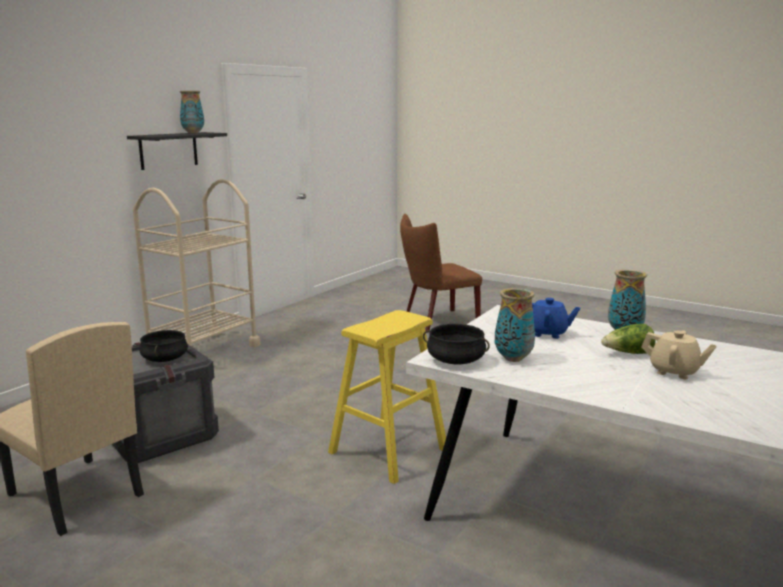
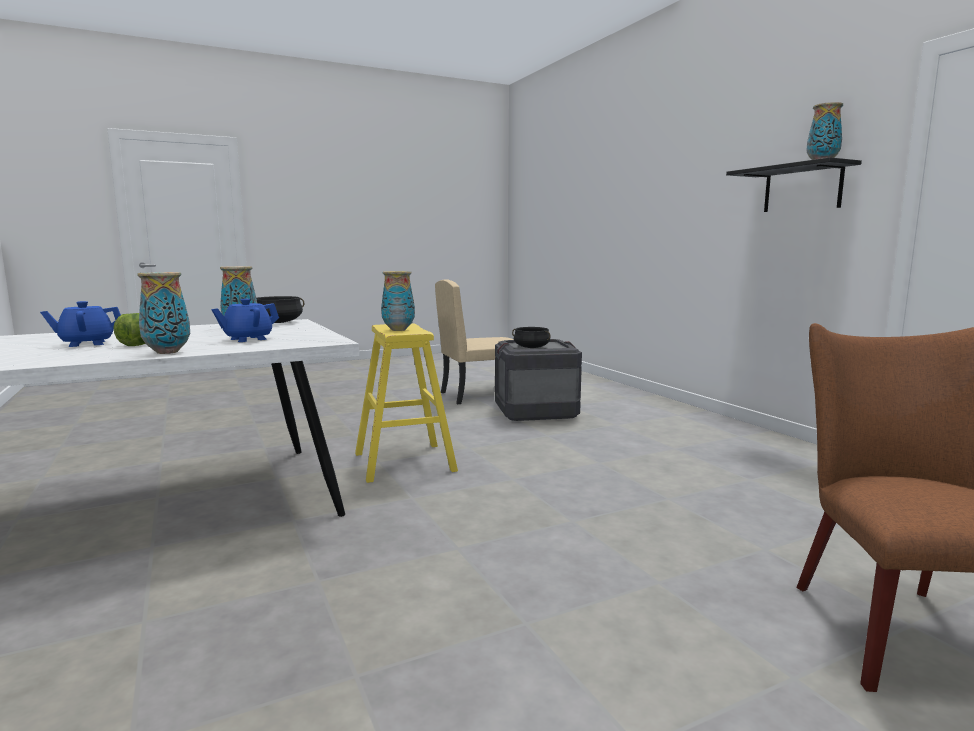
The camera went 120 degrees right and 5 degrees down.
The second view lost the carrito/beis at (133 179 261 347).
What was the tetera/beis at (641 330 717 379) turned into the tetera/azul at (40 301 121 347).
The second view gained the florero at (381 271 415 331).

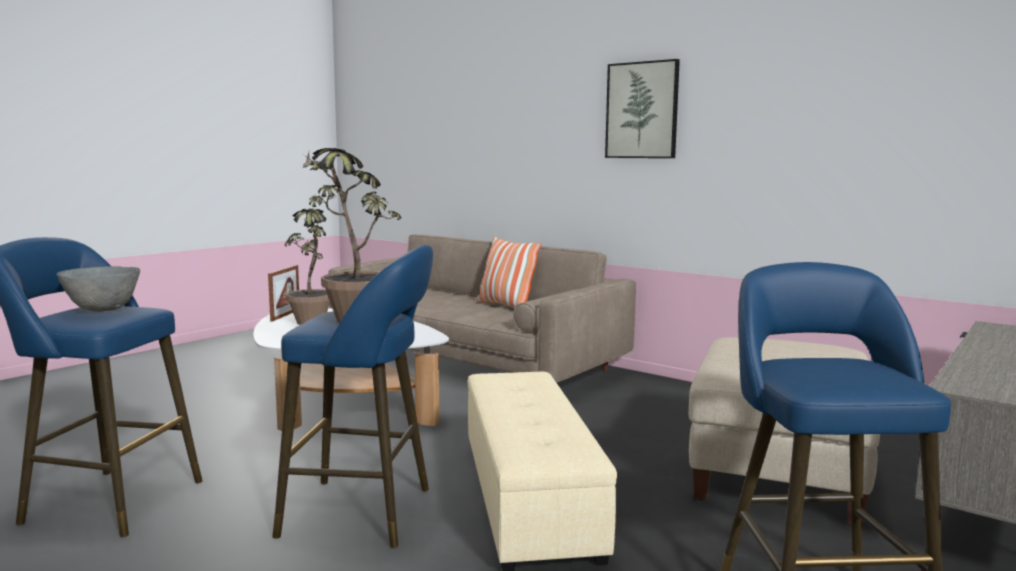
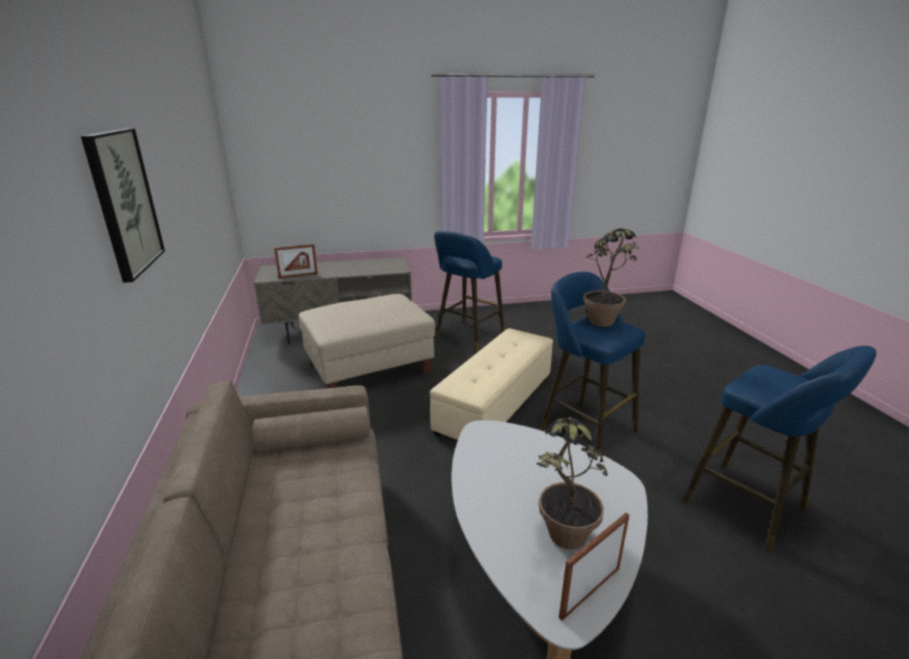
The camera went 140 degrees left and 15 degrees up.
The second view lost the cojín at (477 236 541 307).
The second view lost the cuenco/gris at (56 266 140 312).
The second view gained the portarretratos at (274 244 318 279).

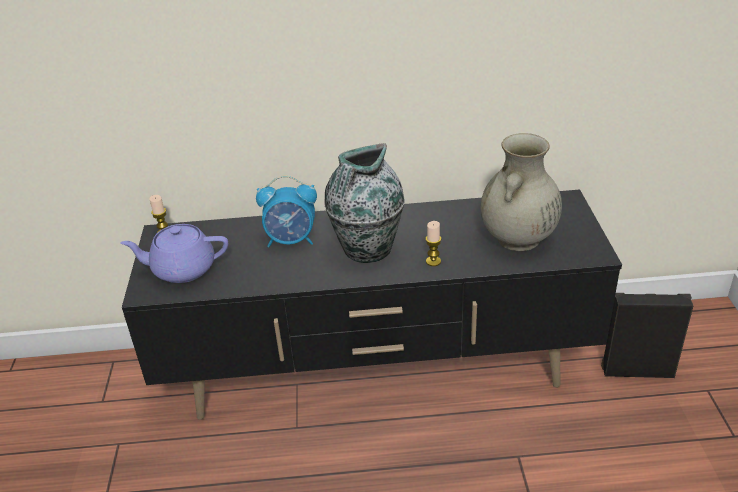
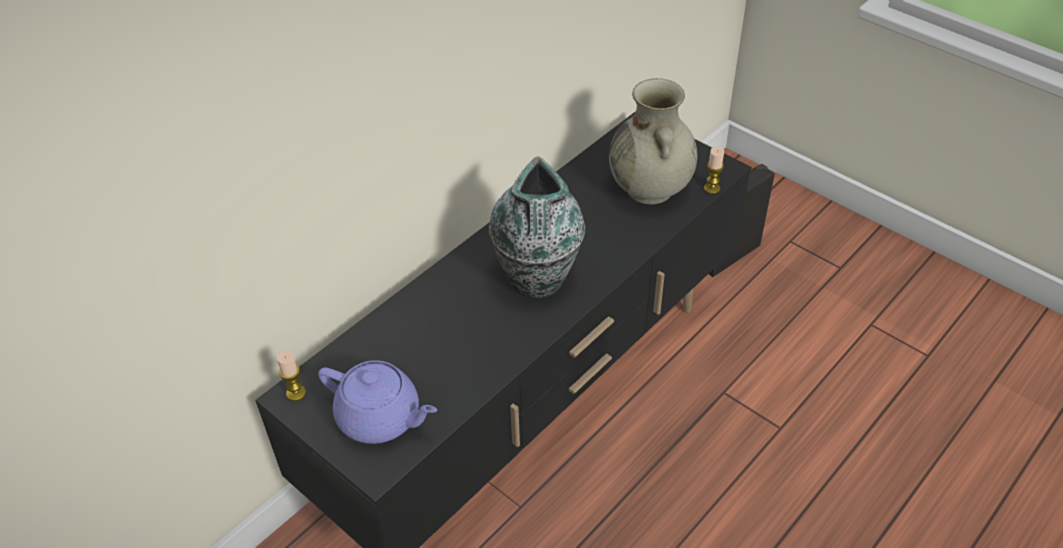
The camera went 45 degrees left and 10 degrees up.
The second view lost the despertador at (256 175 317 248).
The vela ended up elsewhere, having gone from (426 221 441 266) to (704 146 724 194).
The tetera/morado at (120 224 228 283) ended up facing another way, 105 degrees counterclockwise from before.

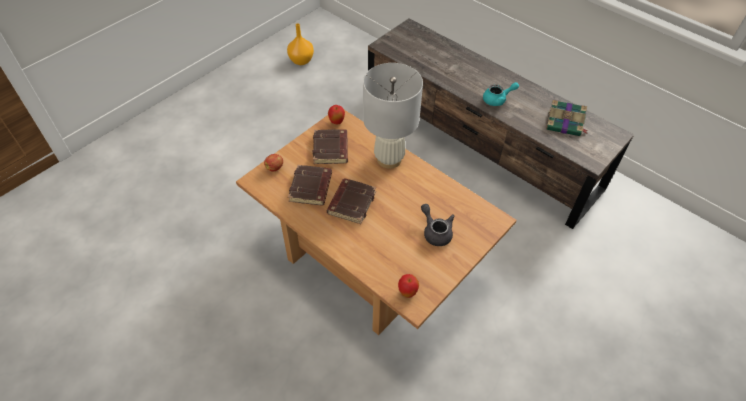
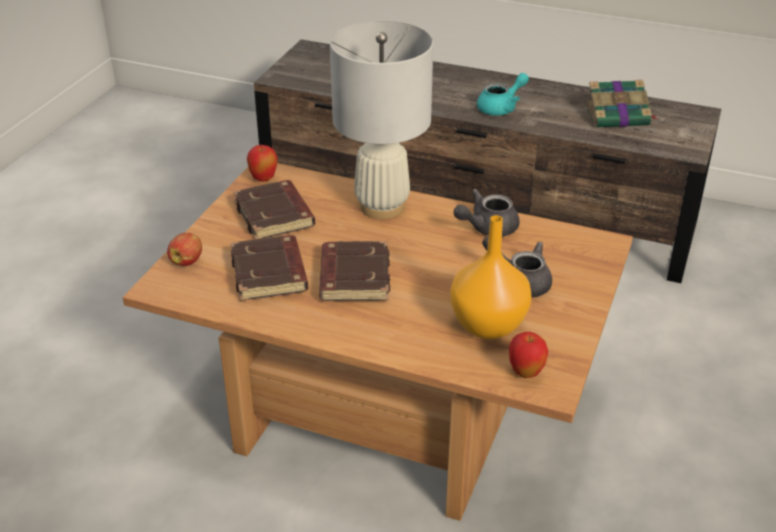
The camera went 20 degrees left and 15 degrees down.
The florero/naranja ended up elsewhere, having gone from (287 23 314 65) to (450 215 532 339).
The second view gained the tetera/gris at (454 189 519 237).

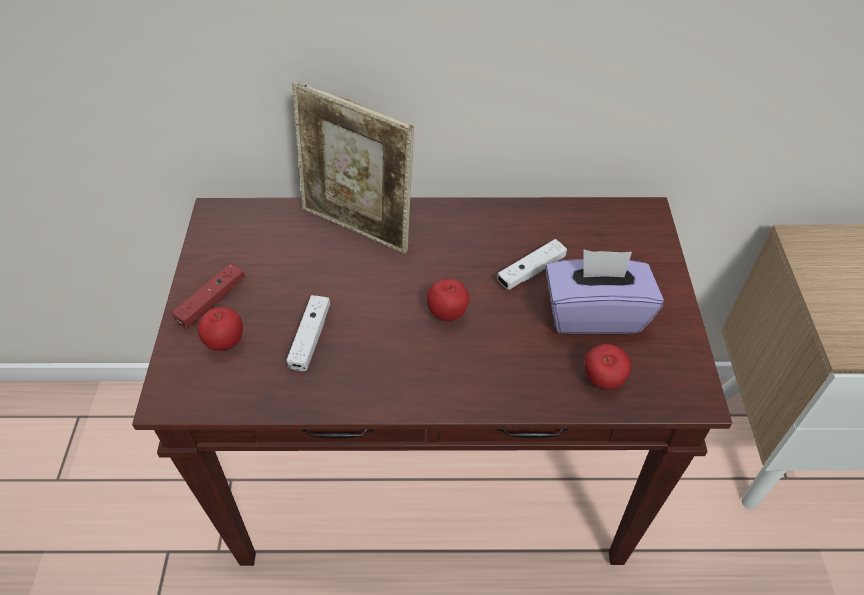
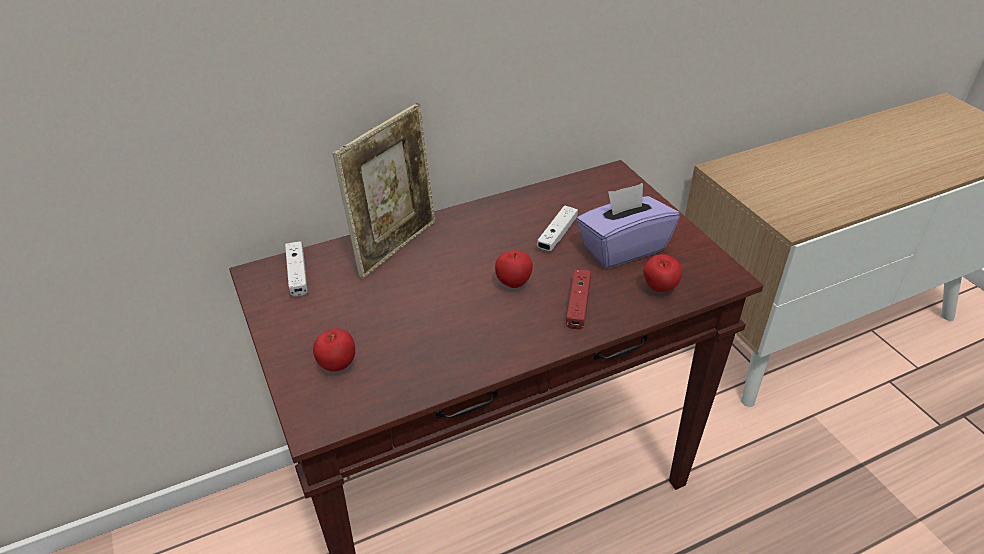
The camera went 25 degrees left and 10 degrees down.
The portarretratos at (292 81 414 254) ended up facing another way, 60 degrees counterclockwise from before.
The mando de consola/rojo ended up elsewhere, having gone from (172 263 245 329) to (566 269 591 329).
The mando de consola/blanco ended up elsewhere, having gone from (287 295 330 371) to (285 241 307 297).

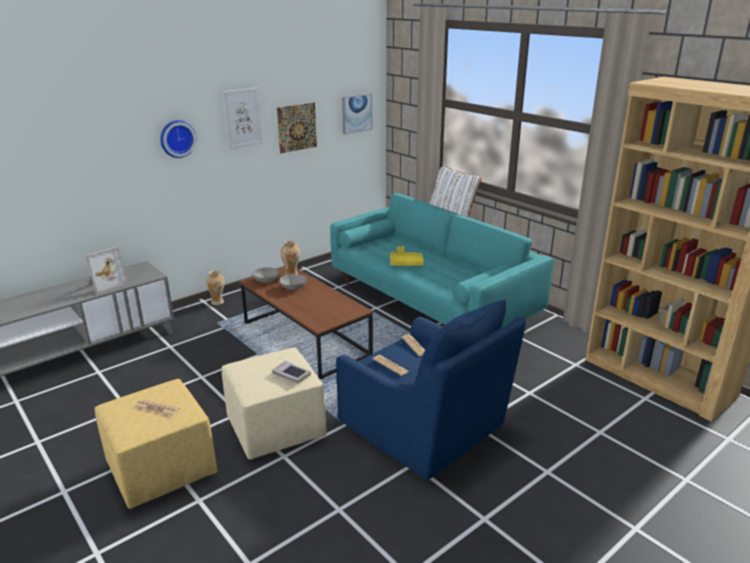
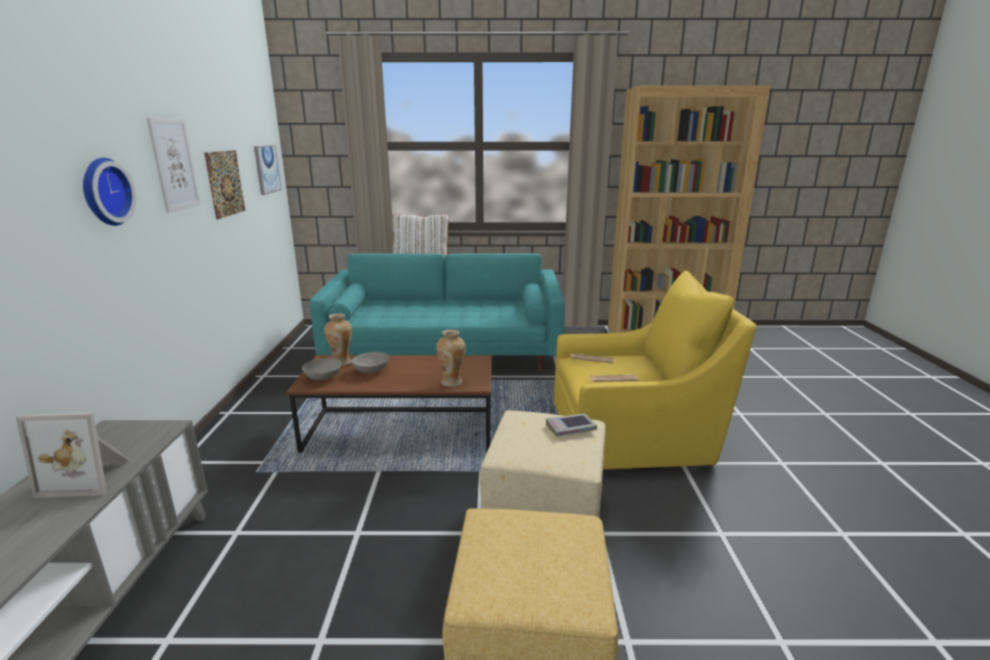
The camera went 50 degrees left and 5 degrees down.
The portarretratos at (85 246 128 295) ended up facing another way, 90 degrees clockwise from before.
The second view lost the bandeja/amarillo at (390 246 424 266).
The florero ended up elsewhere, having gone from (206 270 225 305) to (436 330 466 387).
What was the sillón/azul at (336 299 526 479) turned into the sillón/amarillo at (554 270 756 470).
The second view lost the periódico at (134 399 180 417).

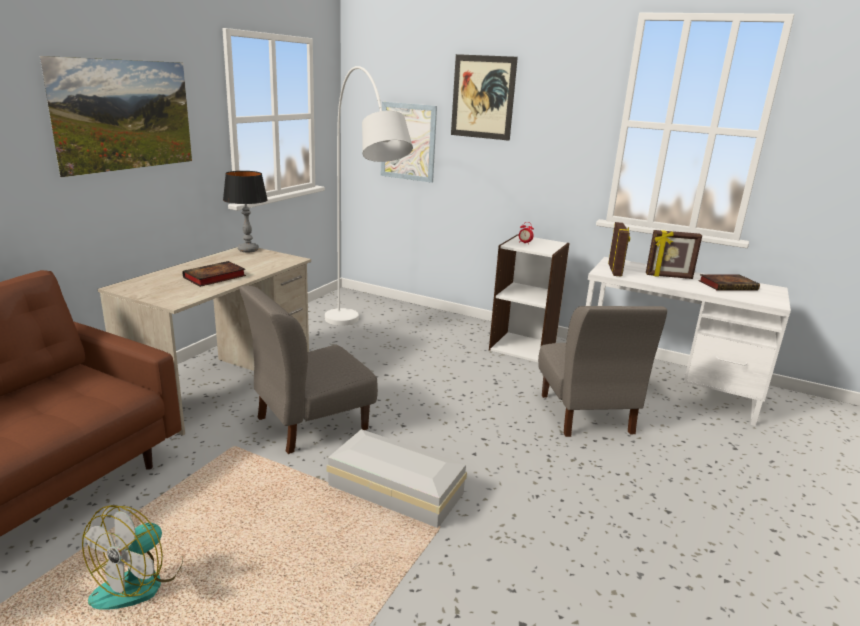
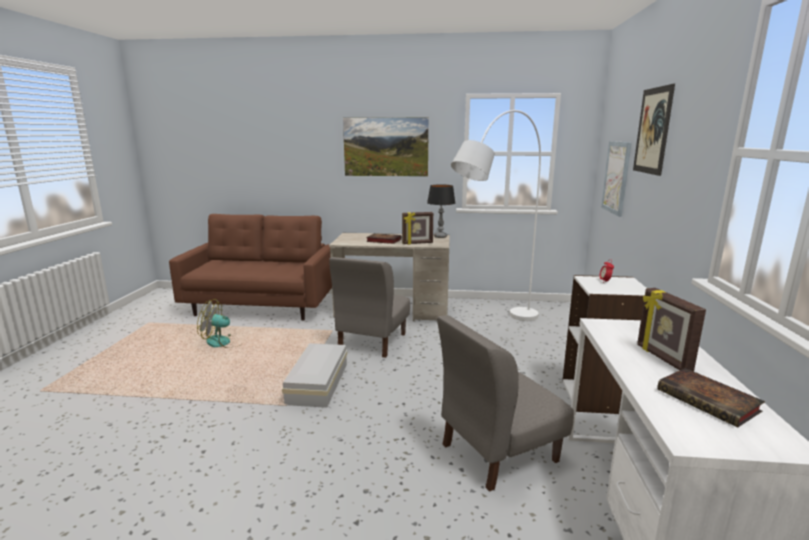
The camera went 70 degrees right and 5 degrees down.
The portarretratos ended up elsewhere, having gone from (608 222 630 277) to (402 212 433 244).
The silla/gris at (240 286 378 454) ended up facing another way, 105 degrees counterclockwise from before.

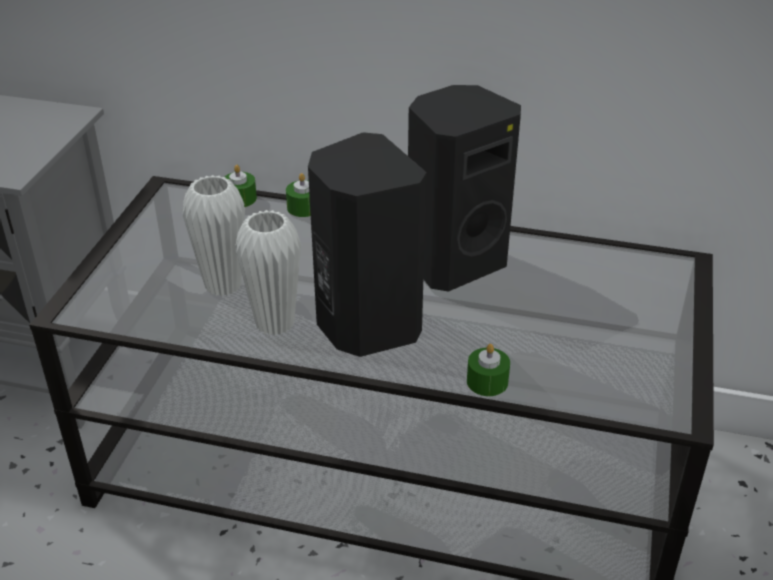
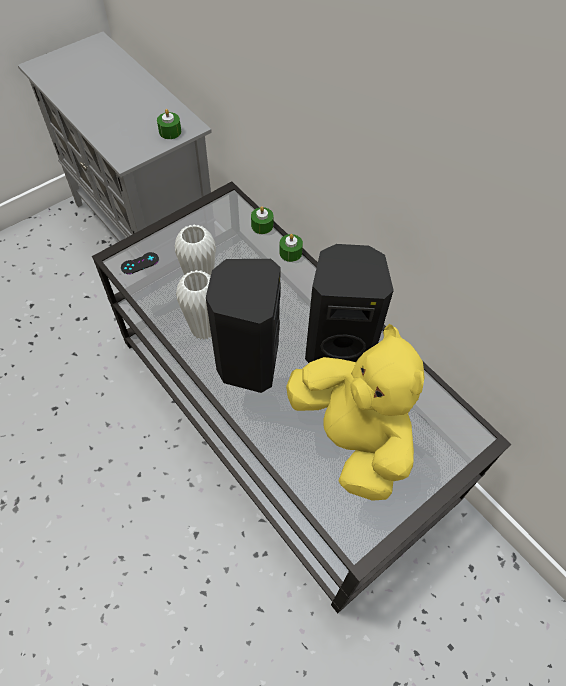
The camera went 35 degrees right and 20 degrees up.
The vela/verde ended up elsewhere, having gone from (467 344 510 396) to (157 109 181 139).
The second view gained the mando de consola/negro at (121 252 159 274).
The second view gained the peluche/amarillo at (286 324 425 501).

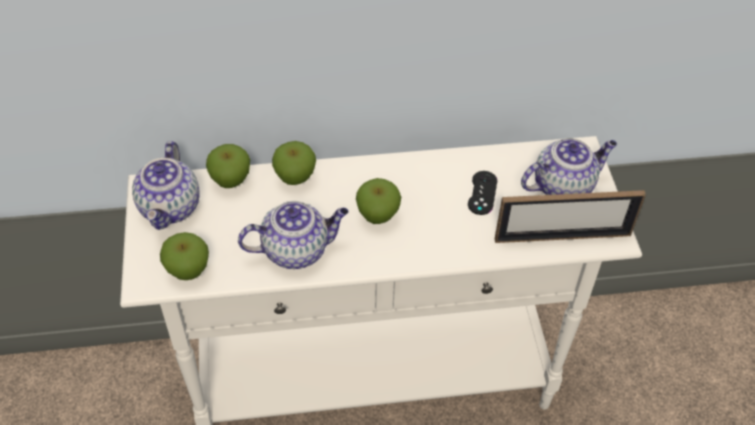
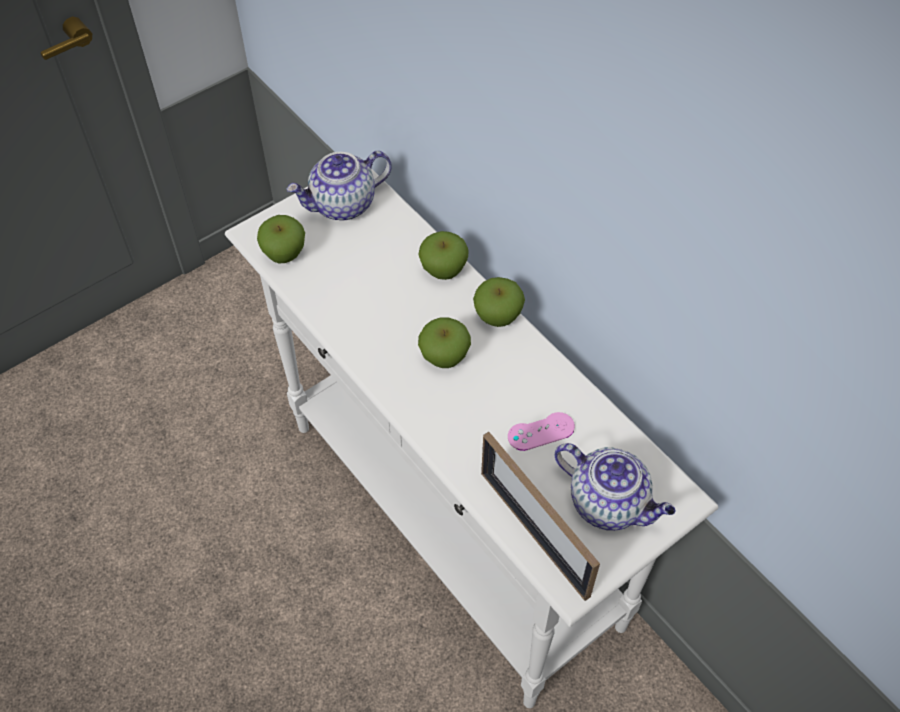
The camera went 60 degrees right and 5 degrees up.
The manzana ended up elsewhere, having gone from (206 144 250 188) to (473 277 525 327).
What was the mando de consola/negro at (468 171 497 215) turned into the mando de consola/rosa at (508 412 575 451).
The second view lost the tetera at (238 201 349 269).

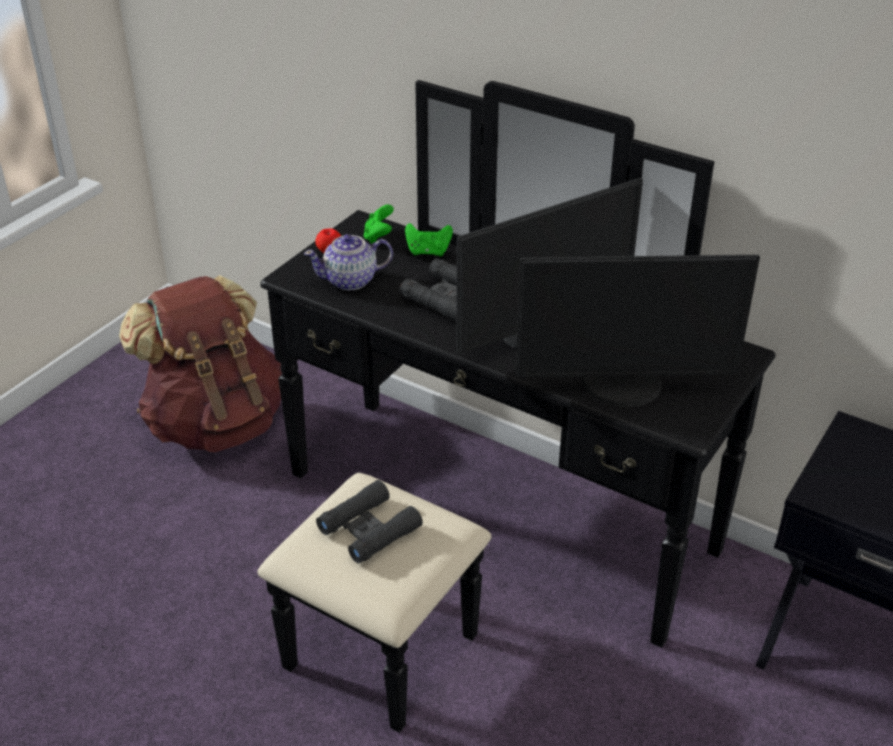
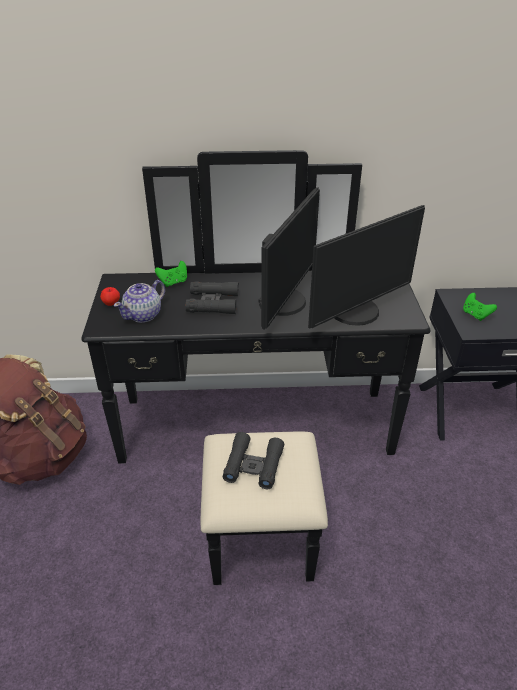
The camera went 35 degrees left and 0 degrees up.
The mando de consola/verde ended up elsewhere, having gone from (364 205 394 244) to (463 293 497 321).

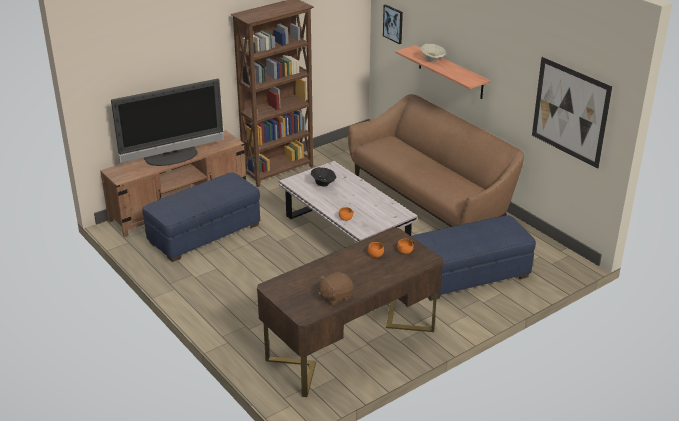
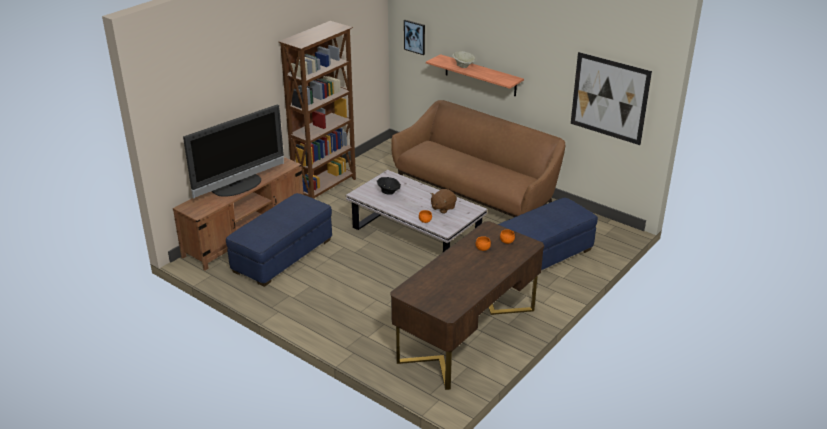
The camera went 15 degrees left and 0 degrees up.
The peluche/marrón ended up elsewhere, having gone from (318 272 354 305) to (431 189 457 214).

